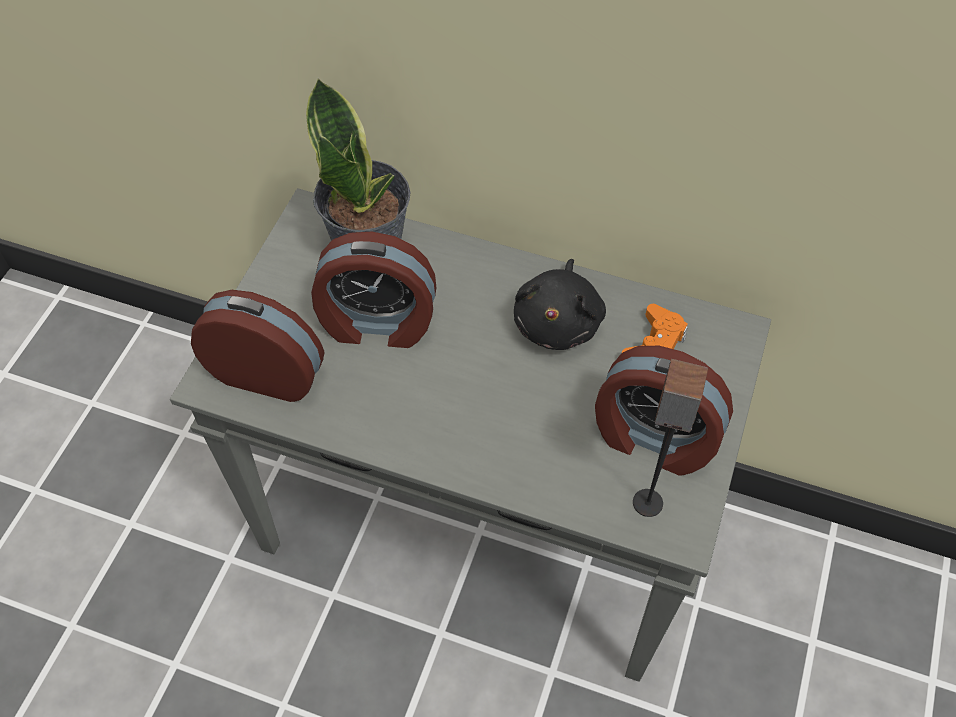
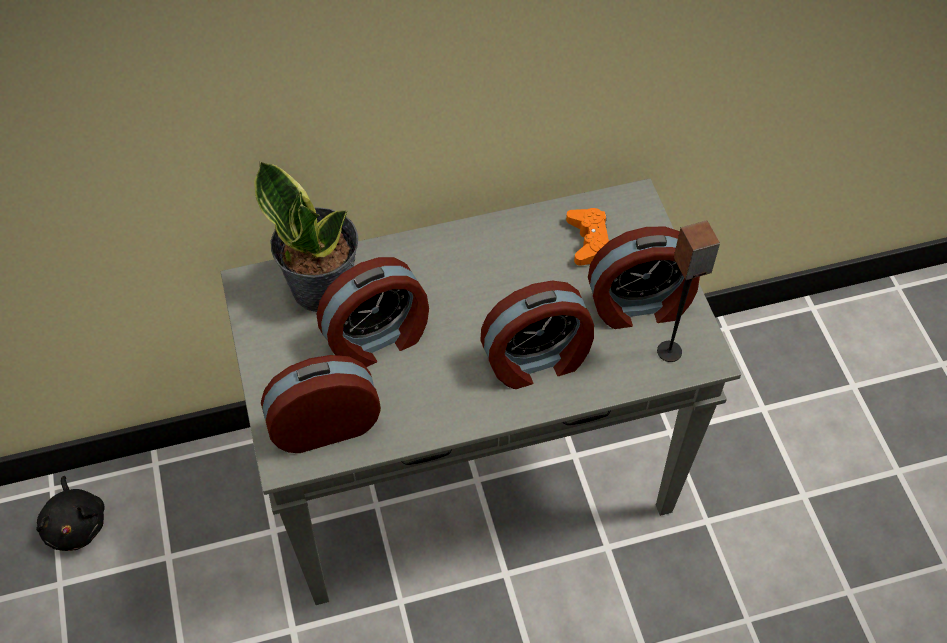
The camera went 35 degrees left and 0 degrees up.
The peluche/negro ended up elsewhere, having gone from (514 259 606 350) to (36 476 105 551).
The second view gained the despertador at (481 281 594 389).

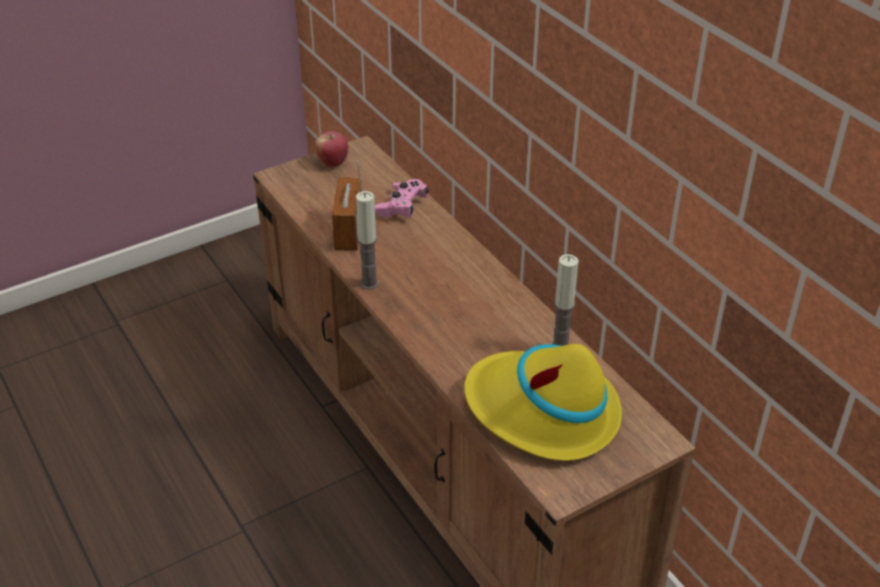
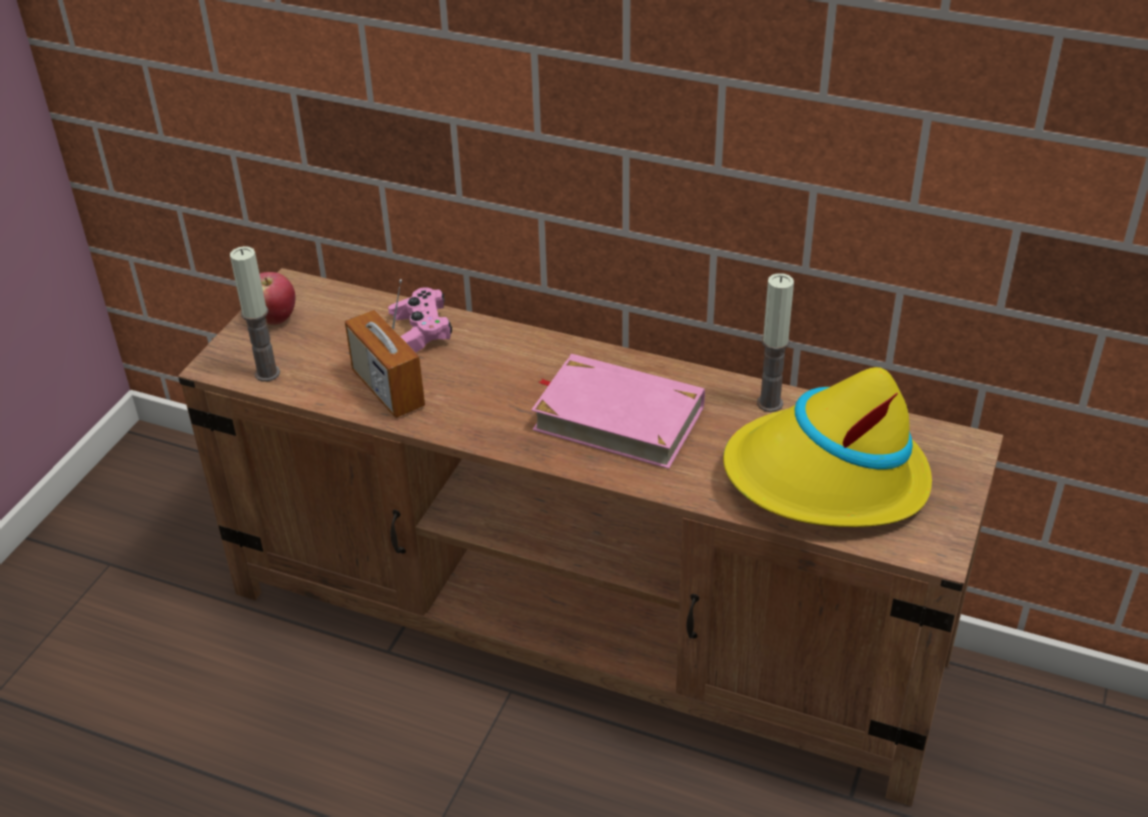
The camera went 35 degrees left and 0 degrees up.
The vela ended up elsewhere, having gone from (356 191 379 290) to (230 246 280 382).
The second view gained the libro/rosa at (531 354 705 469).

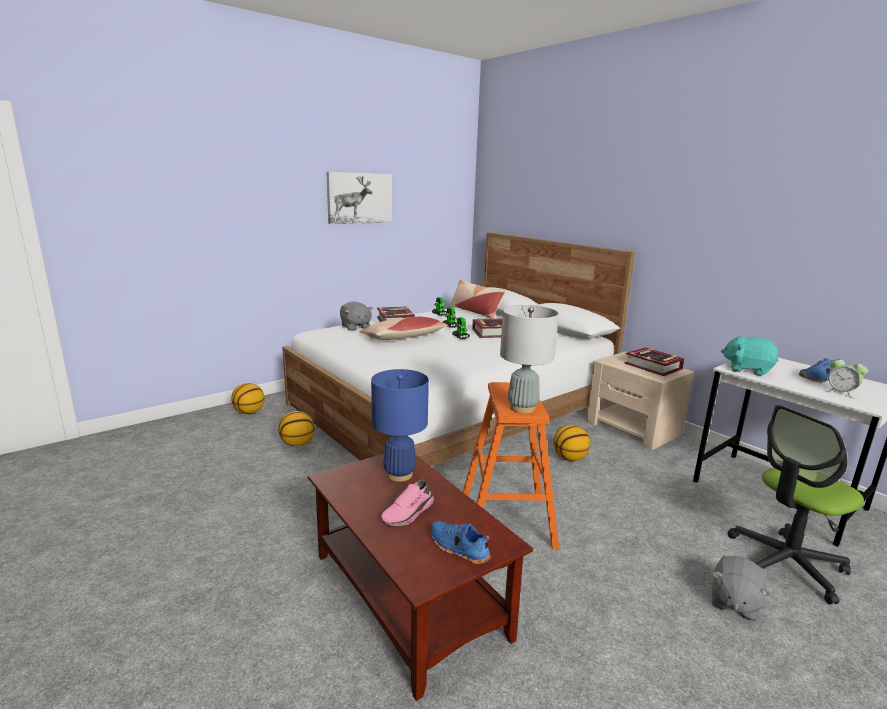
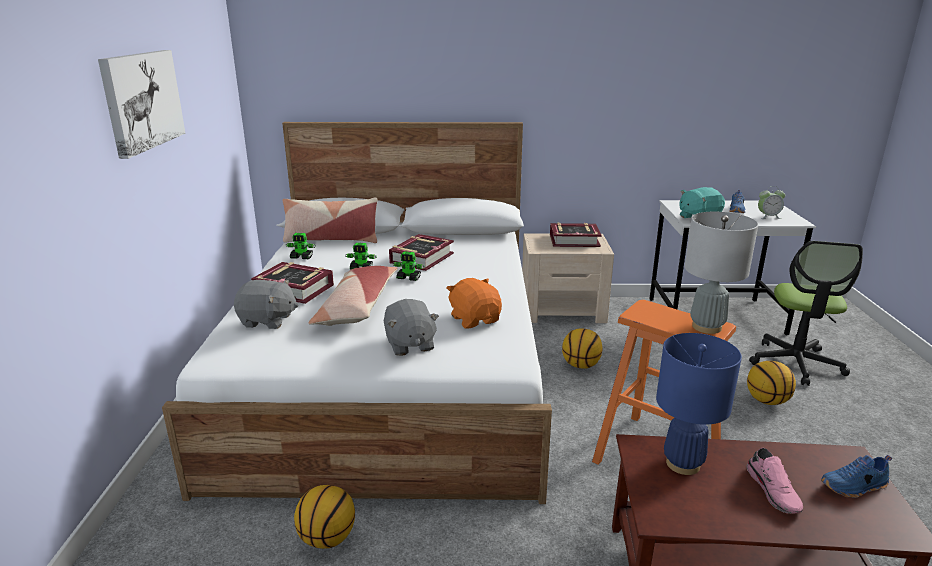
The camera went 50 degrees left and 5 degrees up.
The balón de baloncesto ended up elsewhere, having gone from (231 383 264 414) to (747 361 796 405).
The peluche/gris ended up elsewhere, having gone from (711 556 771 621) to (384 299 439 356).
The second view gained the peluche/naranja at (447 278 502 329).

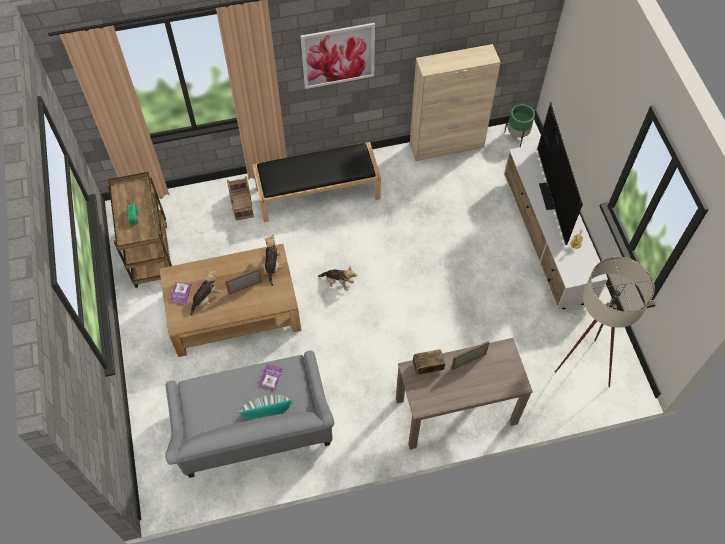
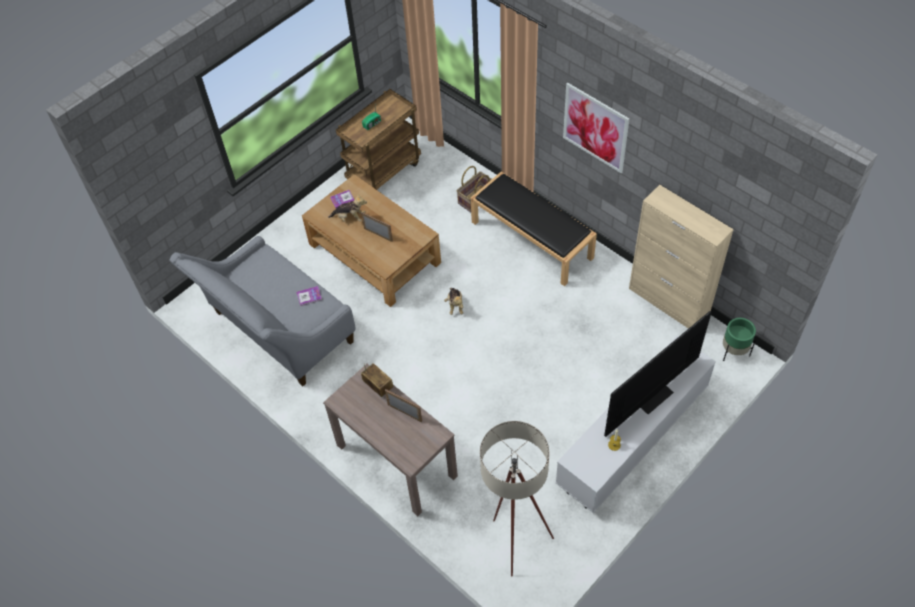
The camera went 60 degrees right and 5 degrees down.
The second view lost the peluche at (263 235 283 286).
The second view lost the cojín at (238 395 293 419).

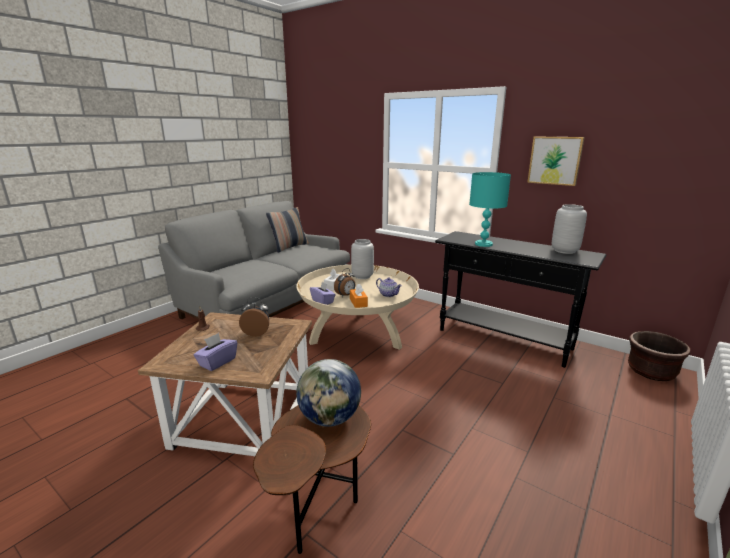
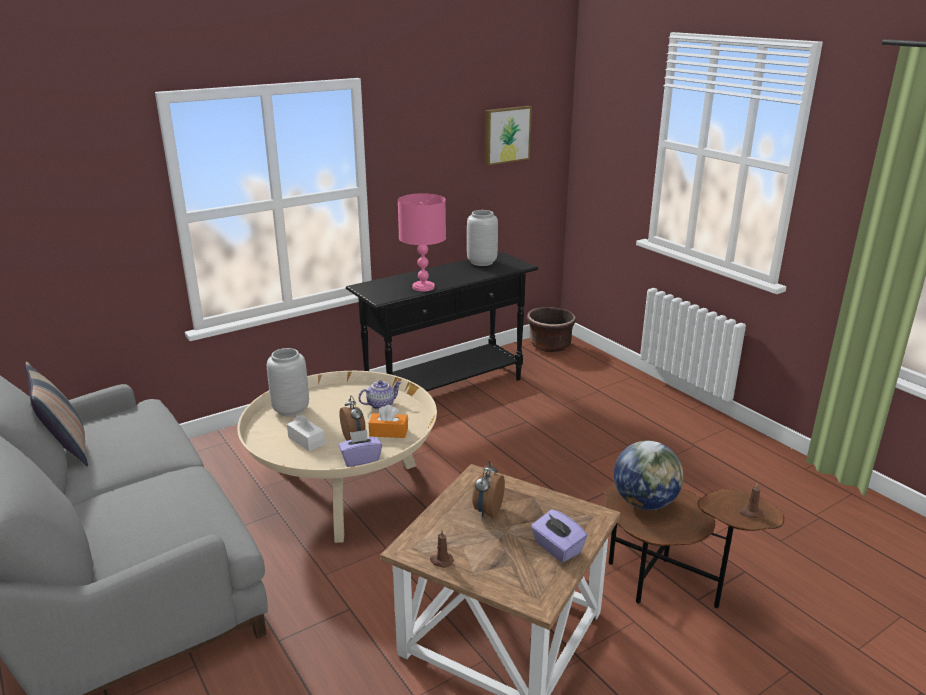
The camera went 70 degrees left and 5 degrees up.
The cuadro ended up elsewhere, having gone from (527 137 585 186) to (485 106 532 165).
What was the lámpara de mesa/turquesa at (469 172 511 247) turned into the lámpara de mesa/rosa at (398 193 446 291).
The second view gained the vela/marrón at (739 483 763 518).

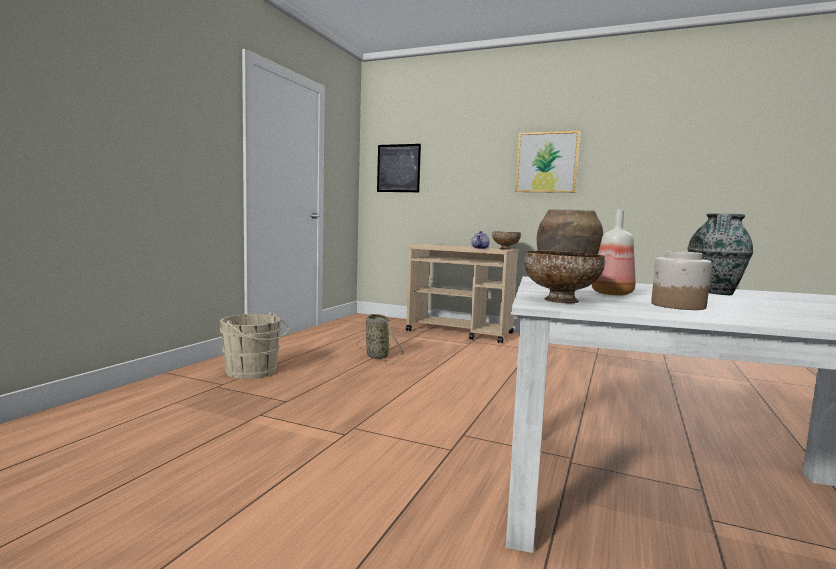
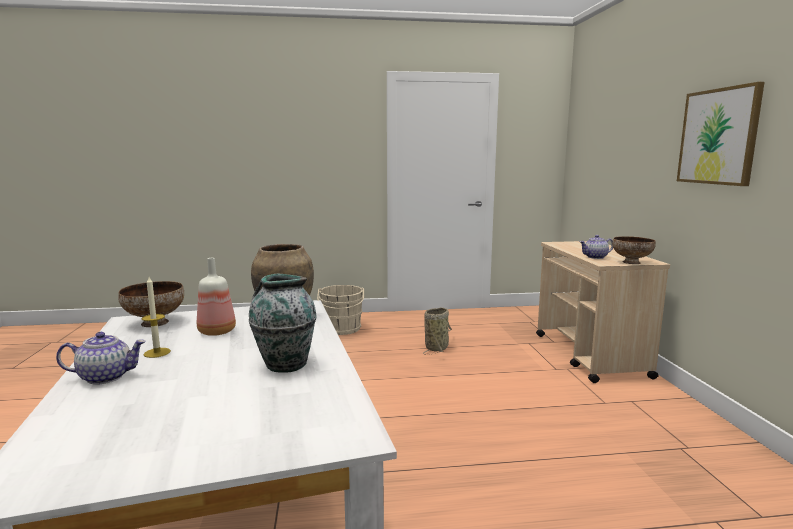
The camera went 60 degrees right and 5 degrees up.
The second view lost the cuadro at (377 144 421 192).
Where the tarro stood at (651 251 712 310), the vela came to stand at (142 277 171 358).
The second view gained the tetera at (56 332 146 385).

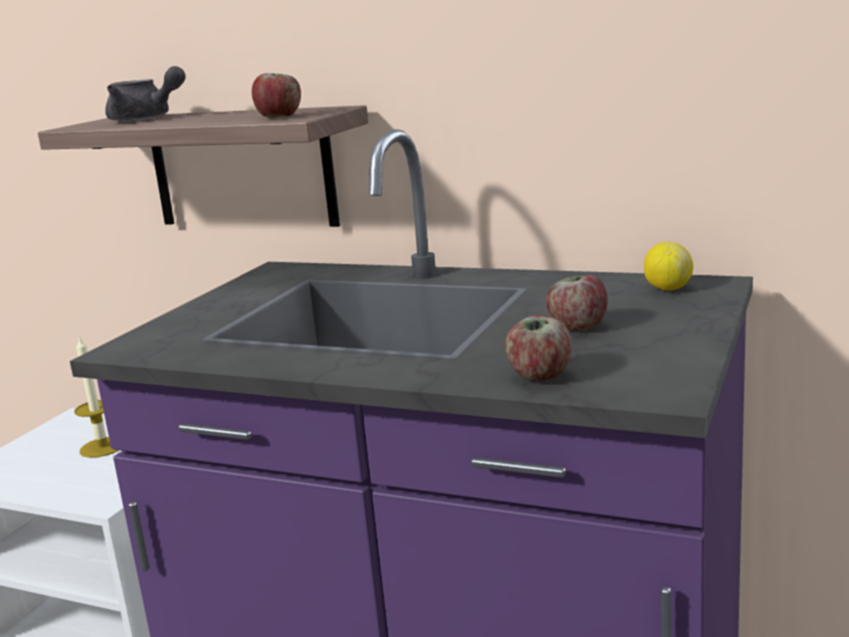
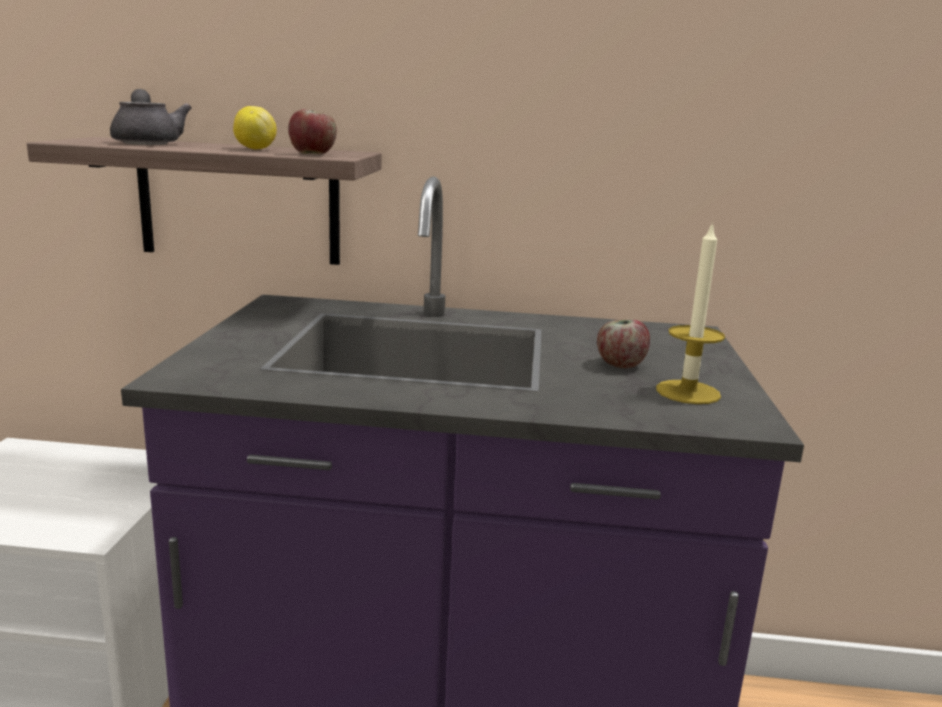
The camera went 20 degrees left and 0 degrees up.
The tetera/gris at (105 66 186 122) ended up facing another way, 120 degrees counterclockwise from before.
The limón ended up elsewhere, having gone from (644 242 693 291) to (233 106 277 149).
The second view lost the manzana at (505 315 572 381).
The vela ended up elsewhere, having gone from (74 336 119 458) to (656 222 725 404).

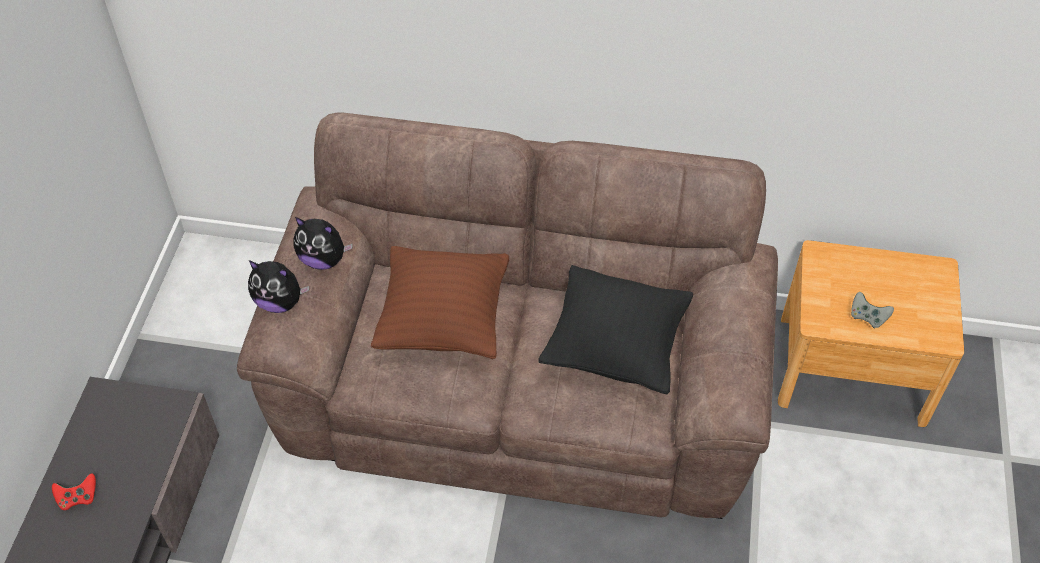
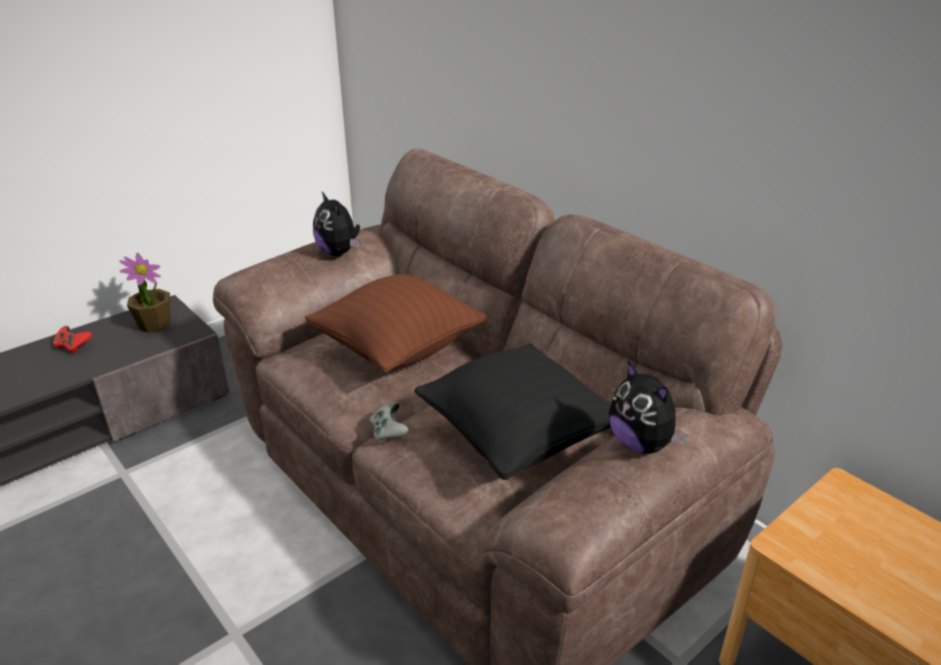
The camera went 40 degrees right and 20 degrees down.
The peluche ended up elsewhere, having gone from (248 260 309 313) to (609 361 688 454).
The mando de consola/gris ended up elsewhere, having gone from (851 292 894 329) to (369 402 409 443).
The second view gained the planta en maceta at (120 253 170 333).

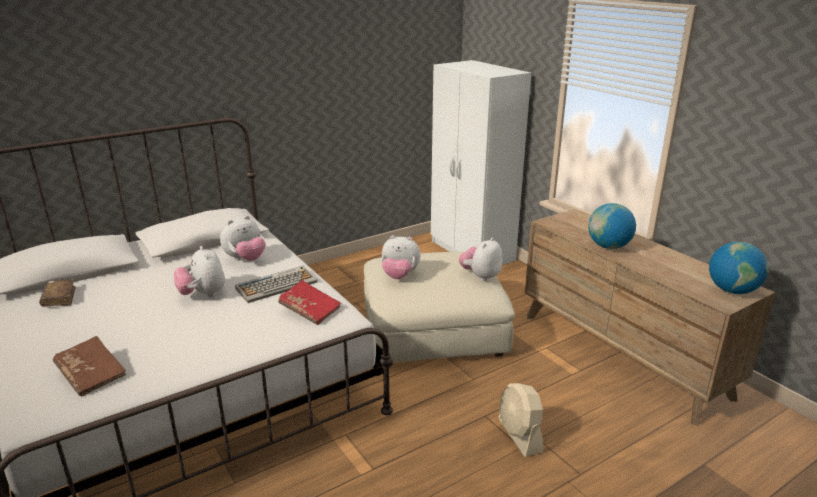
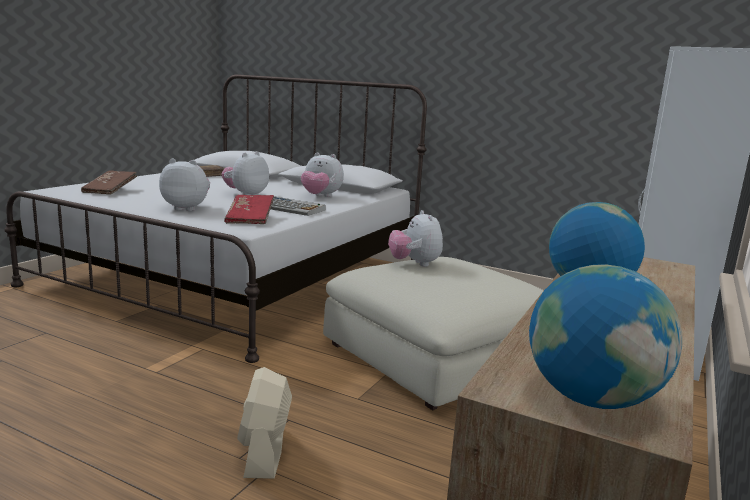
The camera went 60 degrees right and 10 degrees down.
The peluche ended up elsewhere, having gone from (459 237 503 281) to (159 159 210 211).
The ventilador/beis at (499 383 543 457) ended up facing another way, 45 degrees counterclockwise from before.

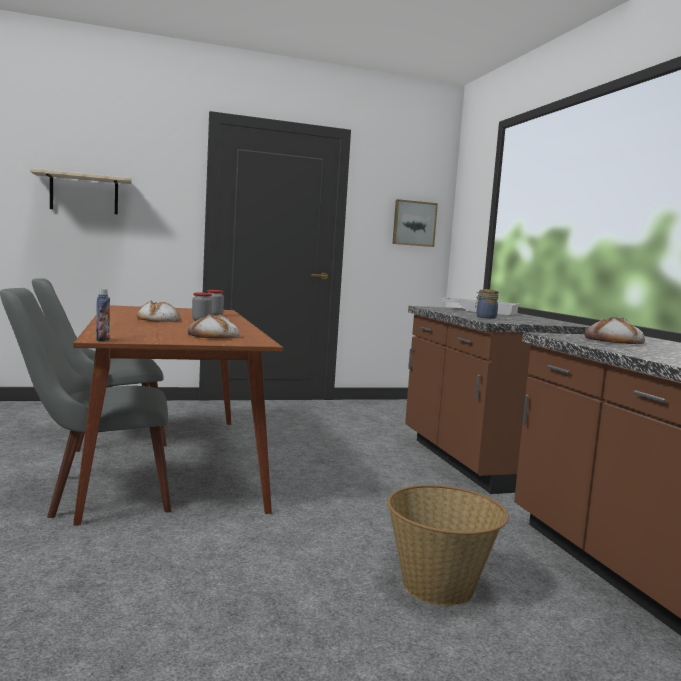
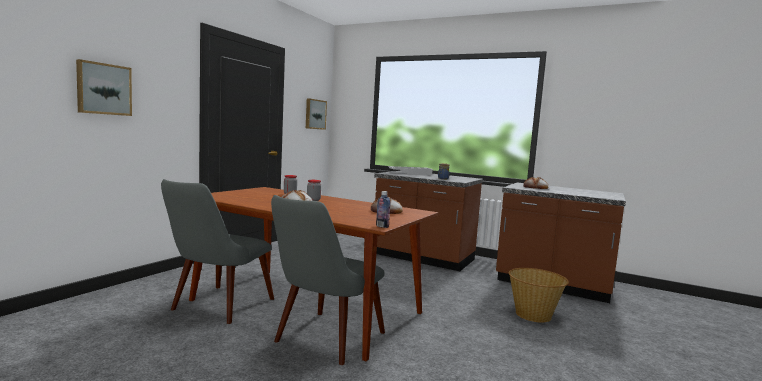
The camera went 45 degrees left and 0 degrees up.
Where the estante/beis hung at (30 168 132 215), the cuadro came to hang at (76 59 132 116).

